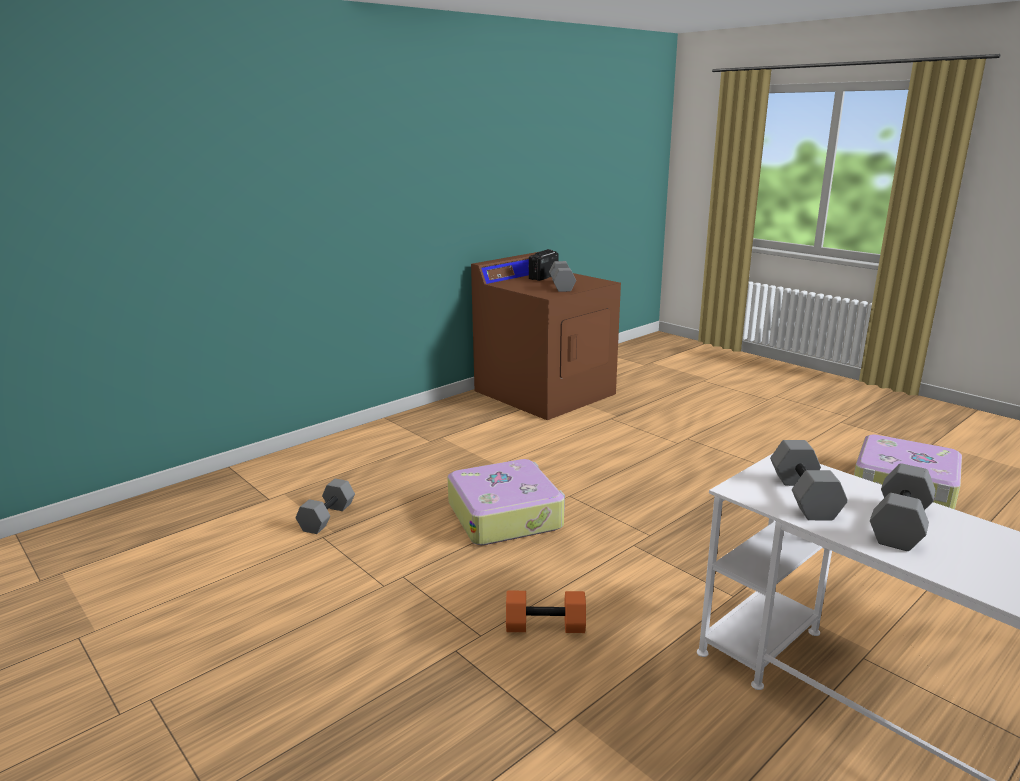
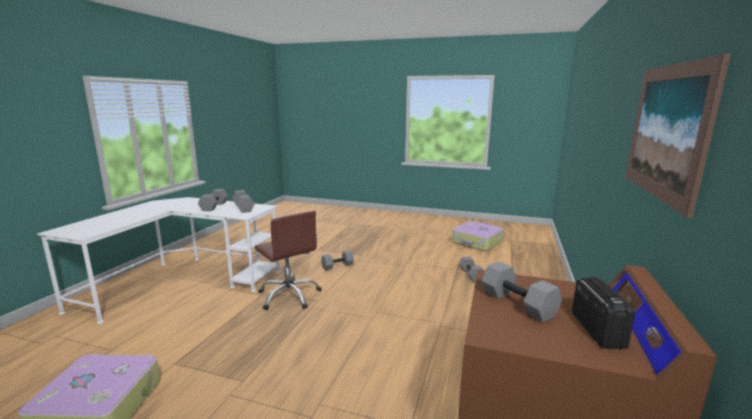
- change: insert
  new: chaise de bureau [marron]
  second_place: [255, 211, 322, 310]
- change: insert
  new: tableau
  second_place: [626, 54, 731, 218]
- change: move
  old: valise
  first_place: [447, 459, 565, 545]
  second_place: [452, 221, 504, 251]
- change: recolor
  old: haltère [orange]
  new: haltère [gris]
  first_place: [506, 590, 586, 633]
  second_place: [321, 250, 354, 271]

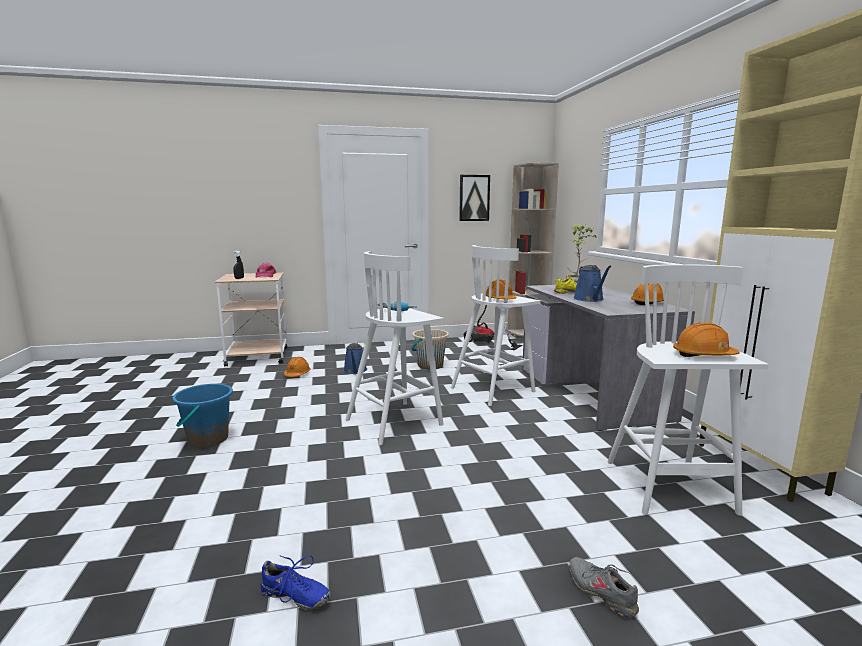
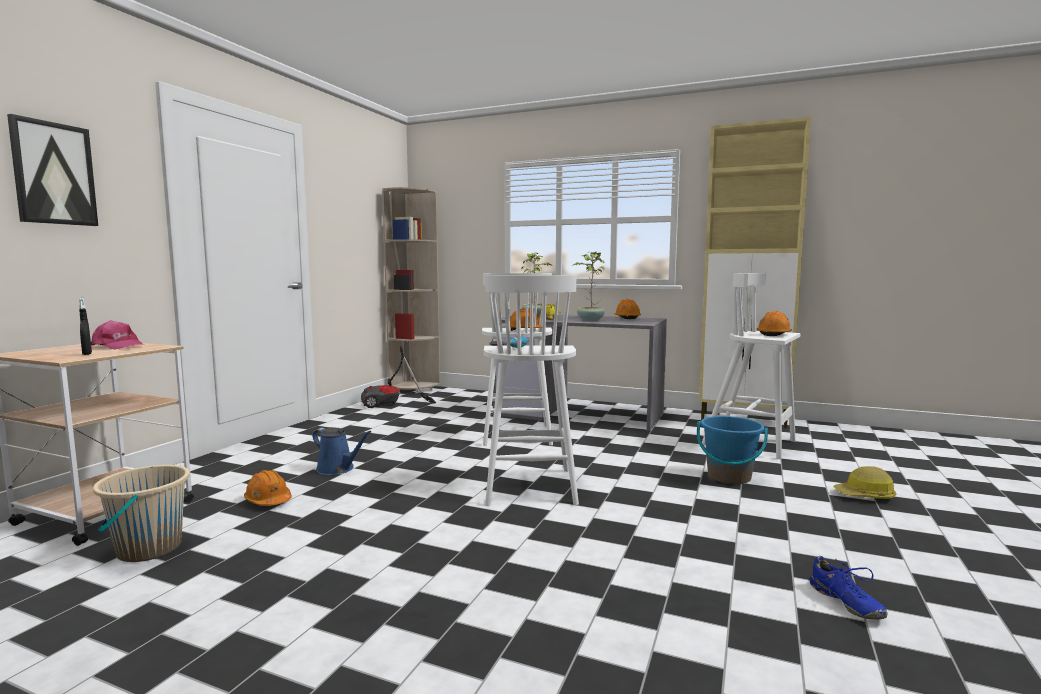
- change: move
  old: seau [bleu]
  first_place: [172, 384, 233, 448]
  second_place: [697, 416, 768, 484]
- change: move
  old: seau [beige]
  first_place: [411, 329, 449, 369]
  second_place: [93, 465, 190, 562]
- change: move
  old: tableau
  first_place: [459, 175, 490, 221]
  second_place: [7, 114, 98, 226]
- change: replace
  old: chaussure [gris]
  new: casque de chantier
  first_place: [569, 557, 639, 618]
  second_place: [833, 466, 896, 499]
- change: replace
  old: arrosoir [bleu]
  new: plante en pot
  first_place: [573, 265, 611, 302]
  second_place: [573, 252, 605, 321]
- change: rotate
  old: chaussure [bleu]
  first_place: [261, 555, 330, 610]
  second_place: [810, 556, 888, 620]
  degrees: 105

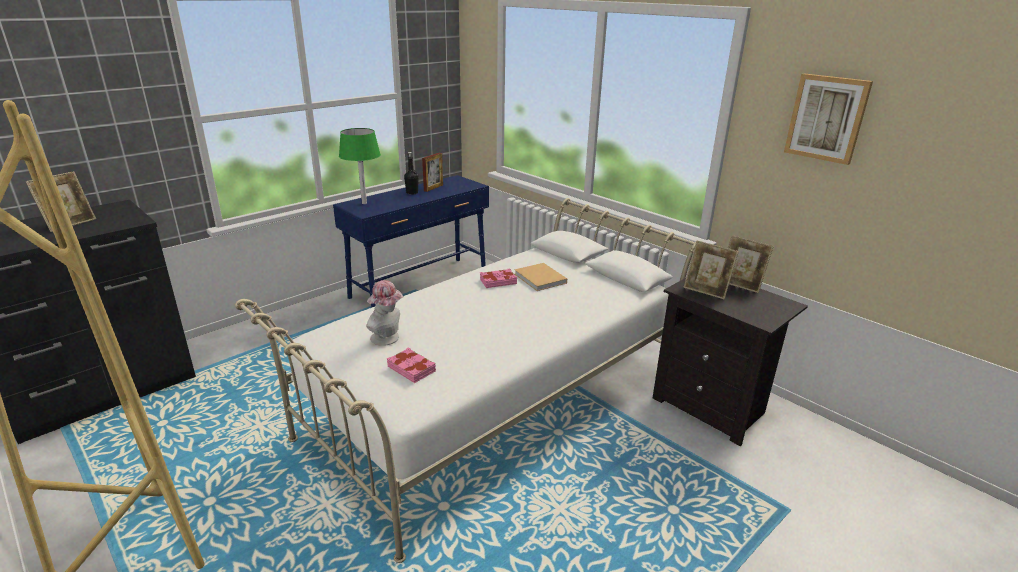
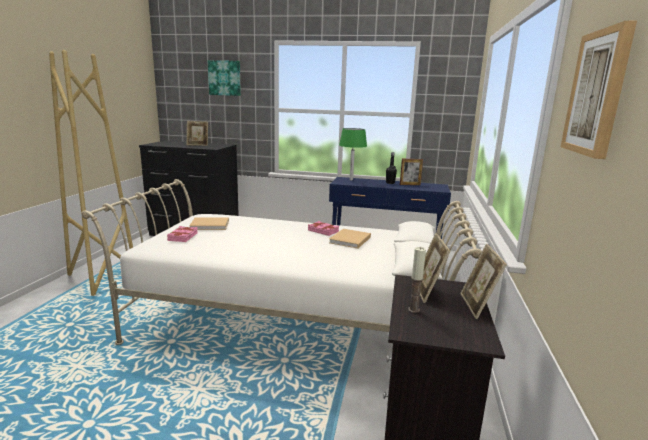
- change: insert
  new: tableau
  second_place: [208, 60, 241, 96]
- change: insert
  new: bougie
  second_place: [408, 247, 426, 313]
- change: replace
  old: chapeau
  new: livre [beige]
  first_place: [366, 280, 403, 346]
  second_place: [189, 217, 229, 230]

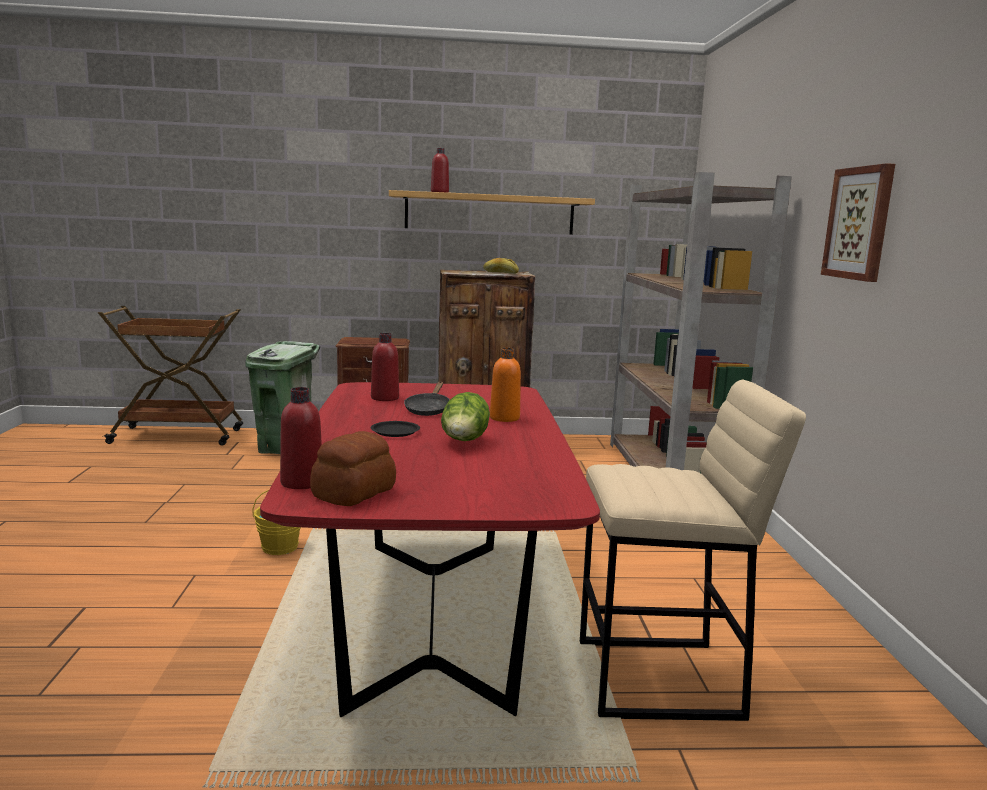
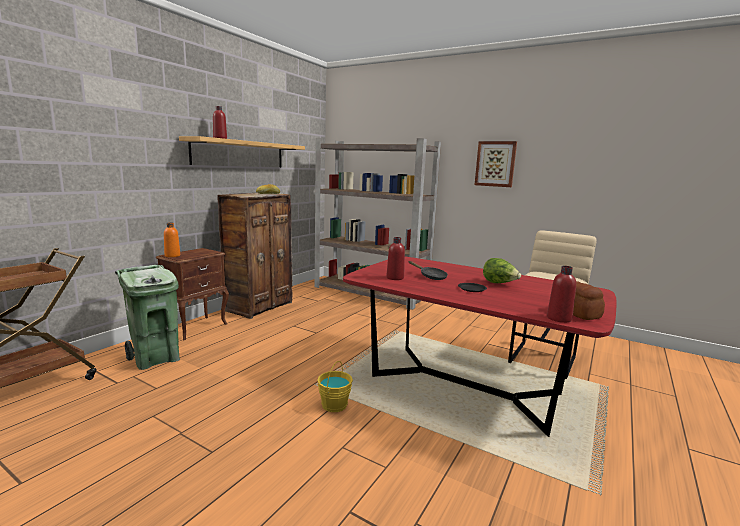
- change: move
  old: bouteille [orange]
  first_place: [490, 348, 521, 422]
  second_place: [164, 223, 180, 257]

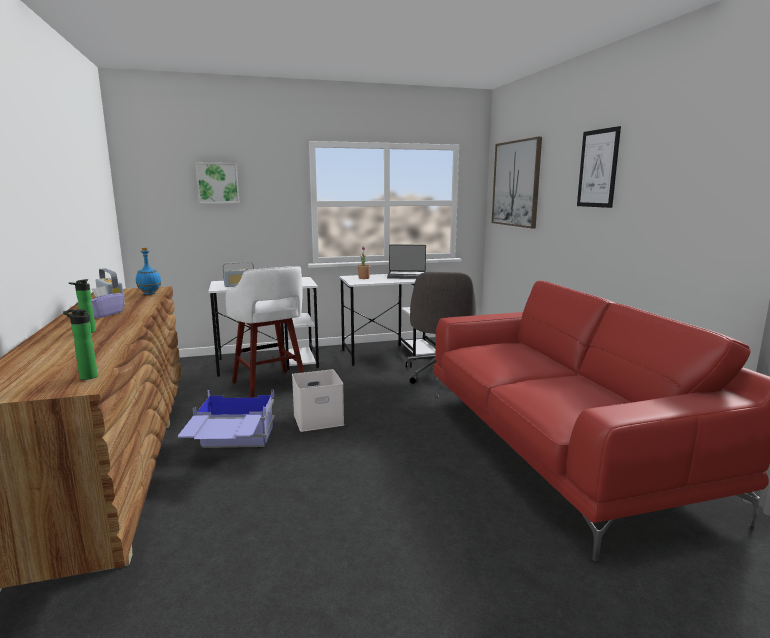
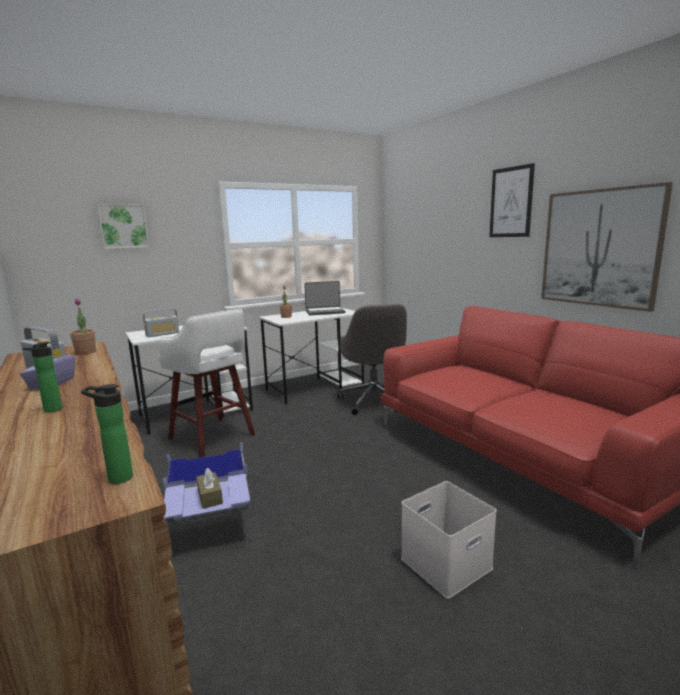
- change: insert
  new: boîte à mouchoirs [marron]
  second_place: [196, 468, 223, 509]
- change: move
  old: boîte de rangement [blanc]
  first_place: [292, 369, 344, 432]
  second_place: [401, 481, 497, 599]
- change: move
  old: tableau
  first_place: [492, 137, 542, 228]
  second_place: [541, 182, 673, 312]
- change: replace
  old: bouteille [bleu]
  new: plante en pot
  first_place: [136, 247, 161, 295]
  second_place: [70, 299, 96, 355]

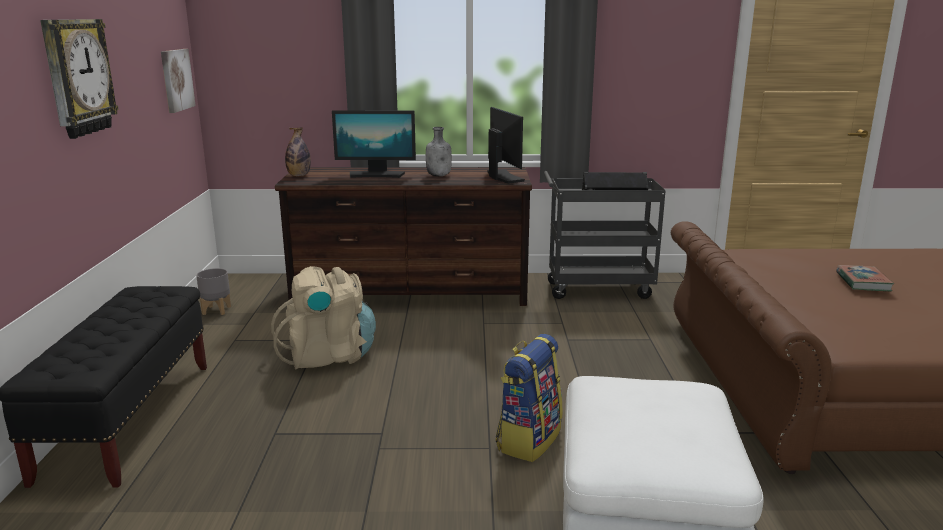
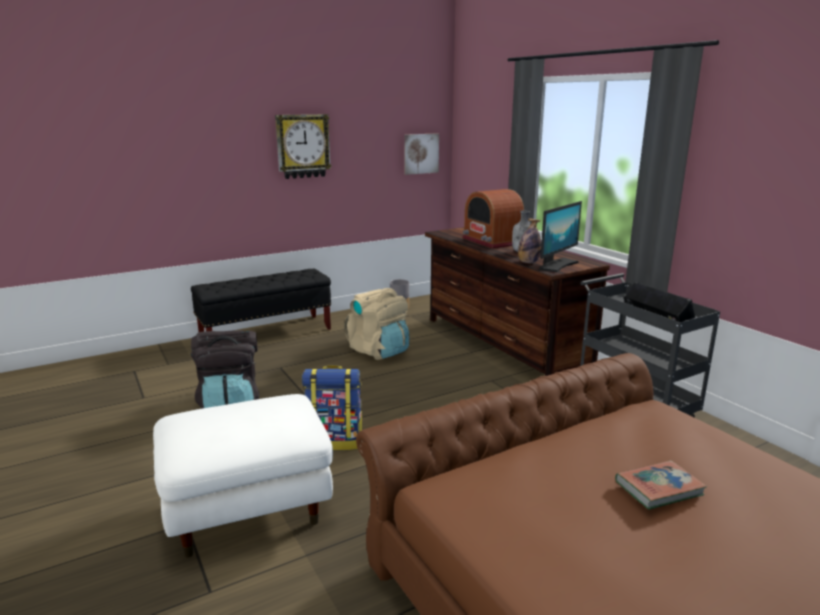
- change: insert
  new: sac à dos [noir]
  second_place: [191, 330, 259, 409]
- change: move
  old: bouteille
  first_place: [285, 127, 311, 176]
  second_place: [518, 219, 541, 263]
- change: replace
  old: écran d'ordinateur
  new: radio
  first_place: [332, 110, 416, 178]
  second_place: [462, 189, 524, 249]

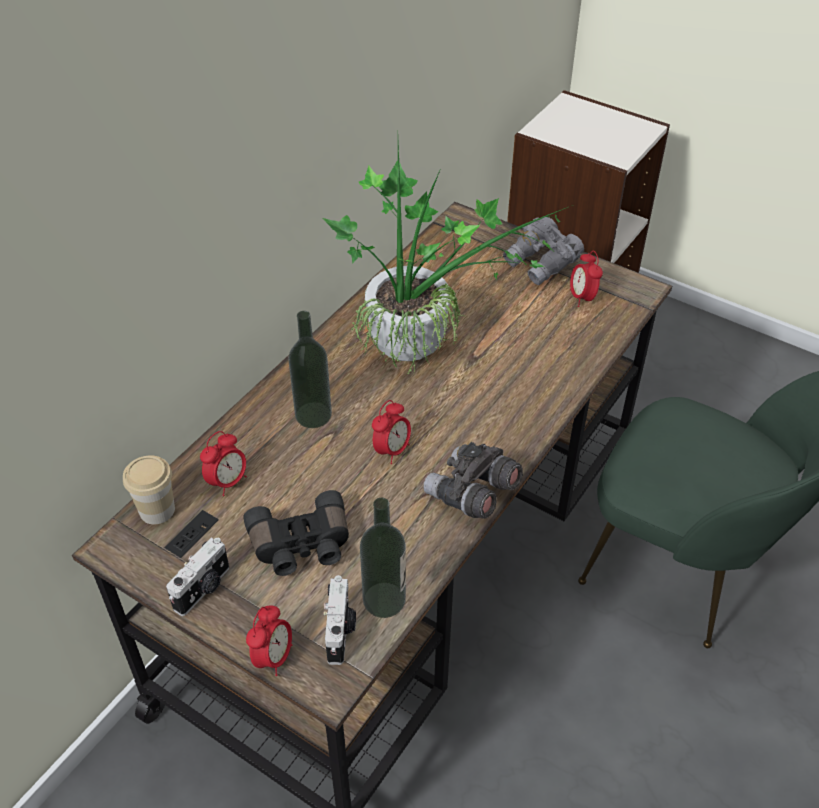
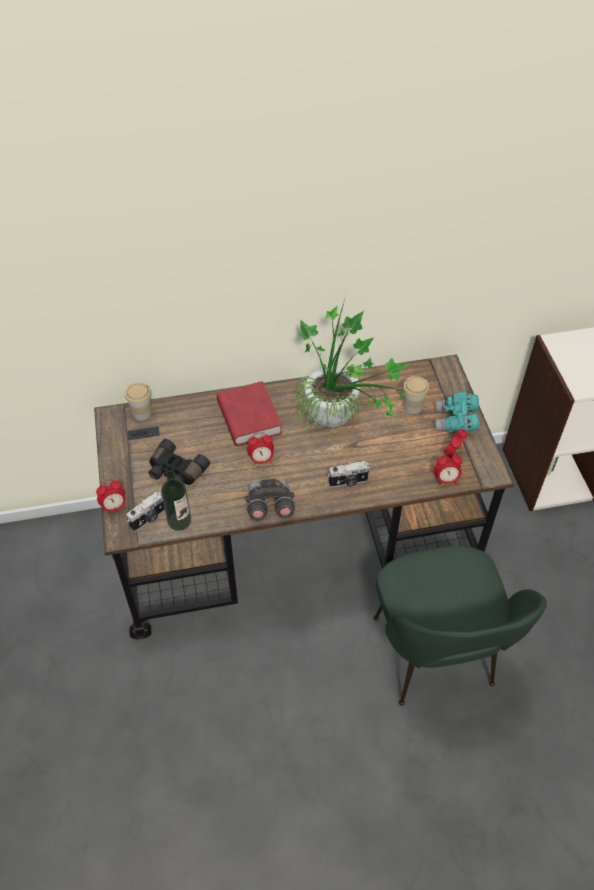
- change: insert
  new: tasse
  second_place: [403, 376, 429, 414]
- change: move
  old: appareil photo
  first_place: [166, 538, 229, 616]
  second_place: [328, 461, 370, 487]
- change: move
  old: réveil
  first_place: [200, 431, 247, 496]
  second_place: [434, 452, 462, 486]
- change: replace
  old: bouteille
  new: livre [rouge]
  first_place: [288, 311, 332, 428]
  second_place: [217, 381, 282, 446]
- change: recolor
  old: jumelles [gris]
  new: jumelles [turquoise]
  first_place: [503, 217, 584, 285]
  second_place: [436, 392, 480, 432]

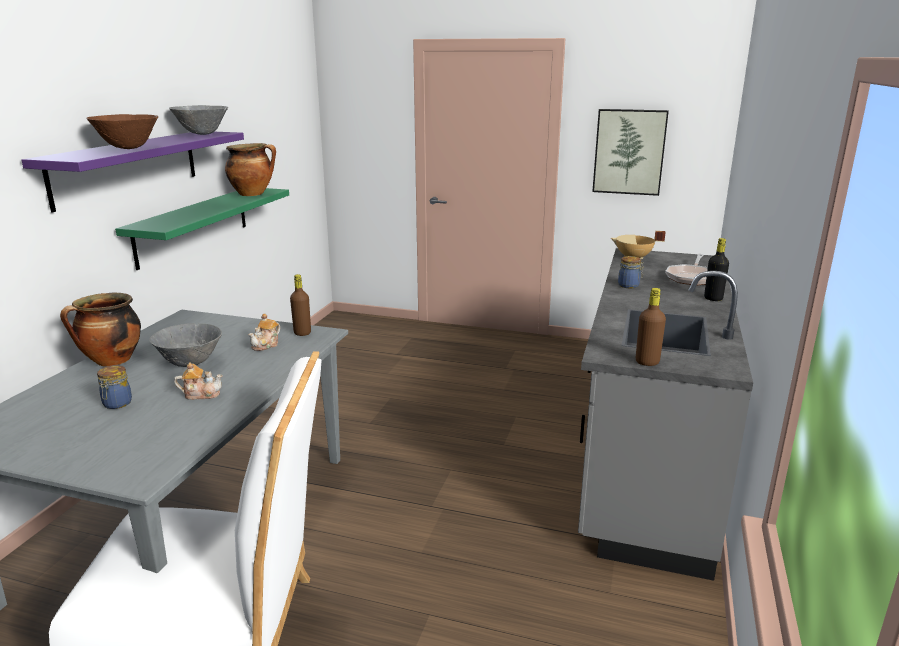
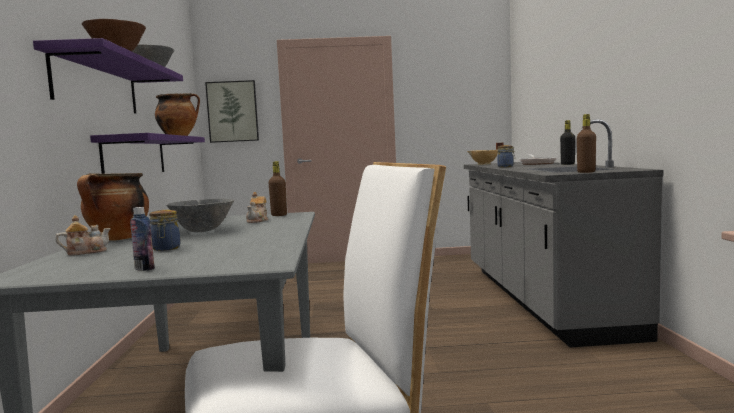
- change: insert
  new: bouteille
  second_place: [130, 207, 155, 271]
- change: move
  old: théière
  first_place: [174, 362, 223, 400]
  second_place: [55, 215, 111, 256]
- change: move
  old: tableau
  first_place: [592, 109, 669, 196]
  second_place: [205, 80, 259, 143]
- change: recolor
  old: étagère [vert]
  new: étagère [violet]
  first_place: [115, 188, 289, 270]
  second_place: [90, 133, 205, 174]

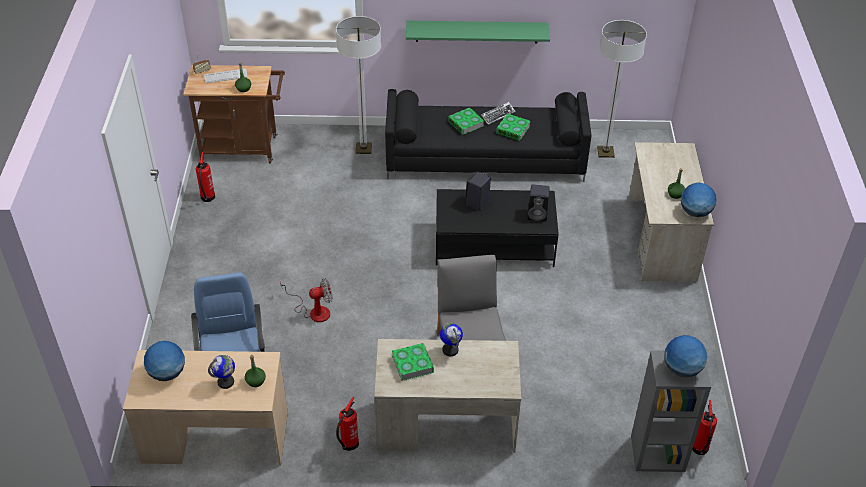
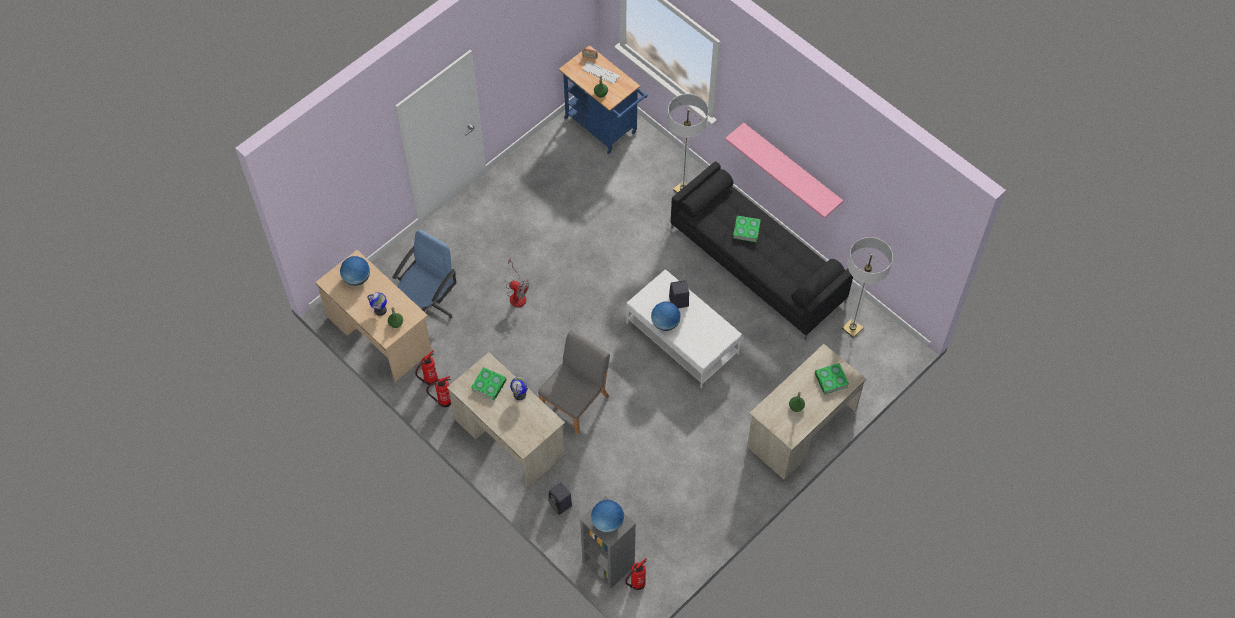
- change: delete
  old: clavier
  first_place: [481, 102, 515, 125]
- change: move
  old: extincteur
  first_place: [196, 152, 215, 202]
  second_place: [415, 350, 438, 385]
- change: move
  old: livre
  first_place: [496, 114, 530, 141]
  second_place: [815, 363, 849, 395]
- change: move
  old: enceinte [noir]
  first_place: [527, 184, 550, 222]
  second_place: [548, 482, 572, 515]
- change: move
  old: globe
  first_place: [681, 183, 716, 217]
  second_place: [651, 302, 680, 331]
- change: recolor
  old: chariot [marron]
  new: chariot [bleu]
  first_place: [184, 65, 285, 163]
  second_place: [559, 46, 647, 154]
- change: recolor
  old: étagère [vert]
  new: étagère [rose]
  first_place: [406, 21, 550, 44]
  second_place: [725, 123, 843, 218]
- change: recolor
  old: table basse [noir]
  new: table basse [blanc]
  first_place: [436, 189, 559, 267]
  second_place: [627, 269, 742, 388]

